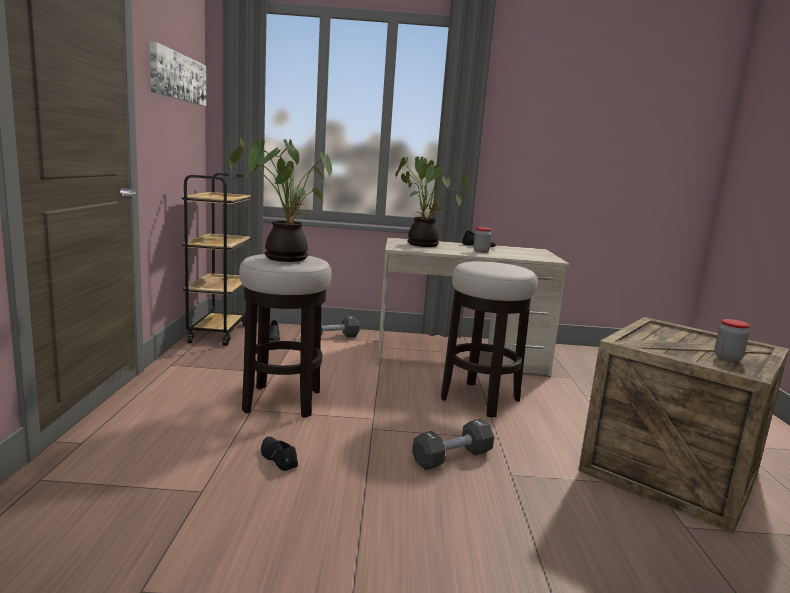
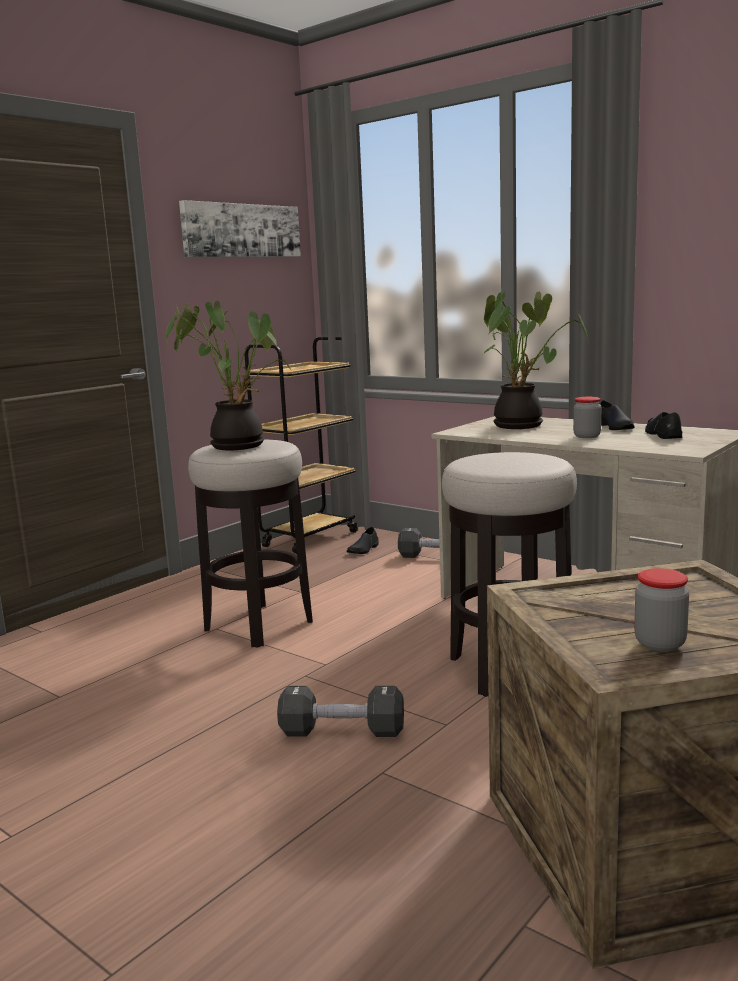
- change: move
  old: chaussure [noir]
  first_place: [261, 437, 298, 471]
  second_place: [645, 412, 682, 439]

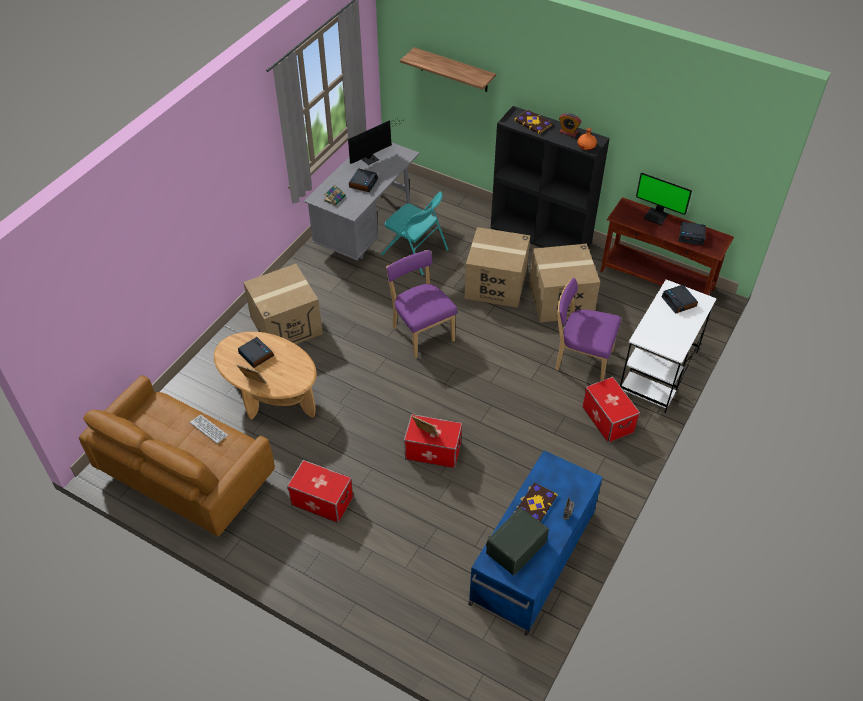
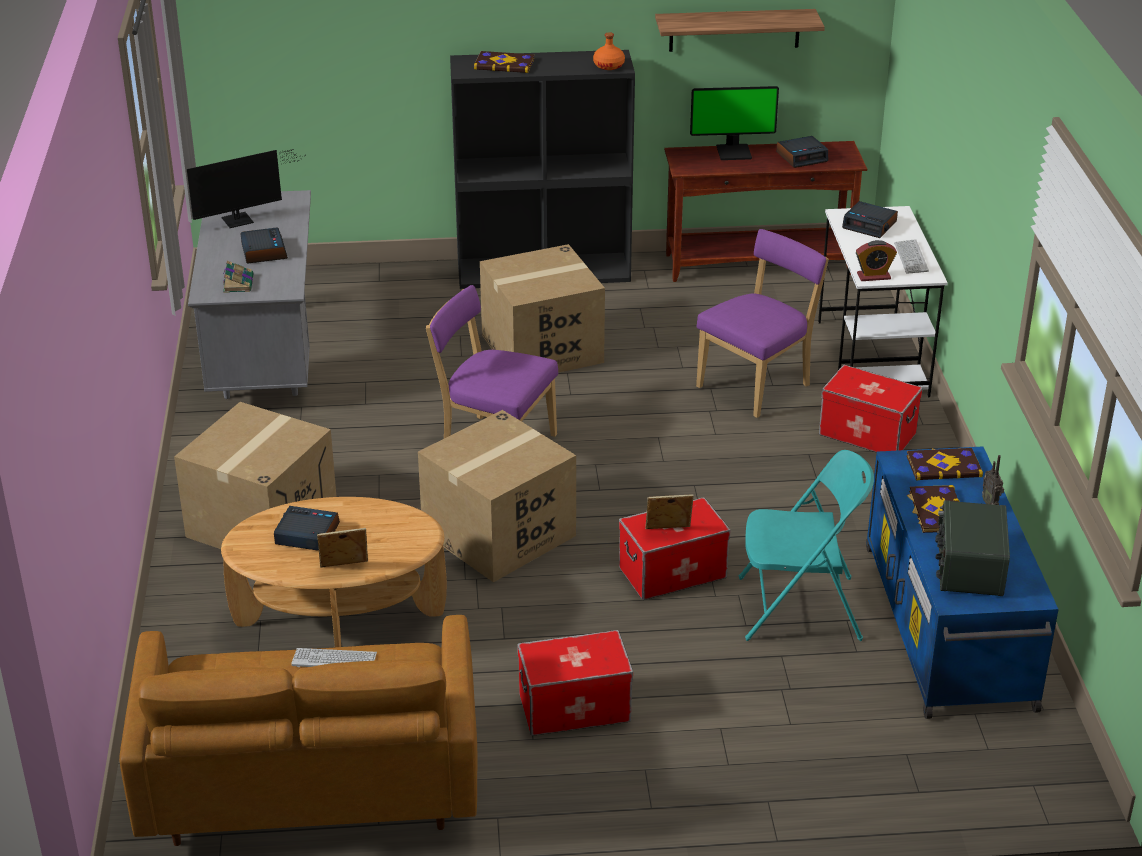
- change: insert
  new: clavier
  second_place: [894, 239, 929, 274]
- change: insert
  new: livre
  second_place: [906, 448, 983, 480]
- change: move
  old: chaise [turquoise]
  first_place: [381, 191, 449, 275]
  second_place: [739, 450, 874, 641]
- change: move
  old: étagère
  first_place: [400, 47, 496, 92]
  second_place: [655, 9, 825, 52]
- change: move
  old: carton
  first_place: [529, 244, 600, 322]
  second_place: [418, 410, 576, 582]
- change: move
  old: réveil
  first_place: [559, 113, 581, 137]
  second_place: [856, 240, 897, 281]
- change: rotate
  old: écran d'ordinateur
  first_place: [348, 118, 401, 165]
  second_place: [187, 149, 306, 228]
  degrees: 45
- change: rotate
  old: chaise [violet]
  first_place: [556, 278, 621, 381]
  second_place: [696, 229, 829, 418]
  degrees: 150

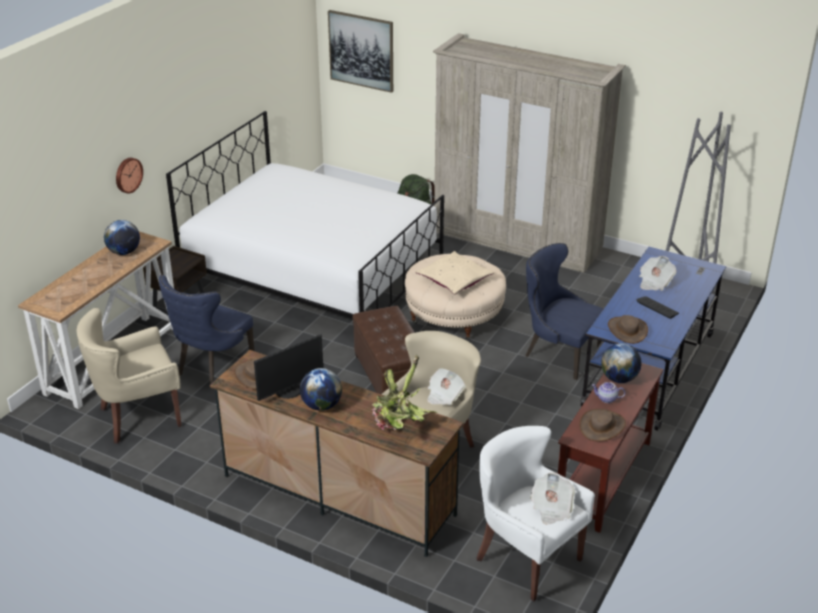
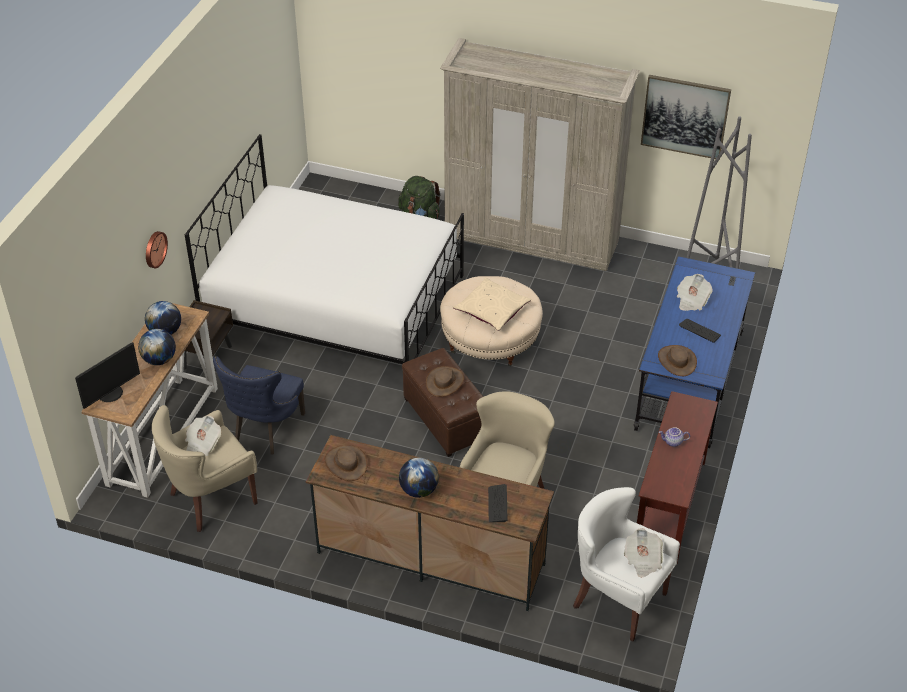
- change: delete
  old: chaise [bleu]
  first_place: [525, 243, 604, 380]
- change: move
  old: écran d'ordinateur
  first_place: [254, 334, 323, 401]
  second_place: [75, 342, 140, 409]
- change: move
  old: tableau
  first_place: [328, 10, 393, 93]
  second_place: [641, 75, 731, 160]
- change: move
  old: journal
  first_place: [427, 369, 466, 406]
  second_place: [185, 415, 221, 456]
- change: move
  old: chapeau [marron]
  first_place: [579, 409, 626, 442]
  second_place: [426, 366, 464, 397]
- change: move
  old: globe
  first_place: [601, 343, 642, 383]
  second_place: [138, 329, 176, 365]
- change: replace
  old: plante en pot
  new: clavier
  first_place: [372, 355, 437, 430]
  second_place: [488, 484, 508, 522]

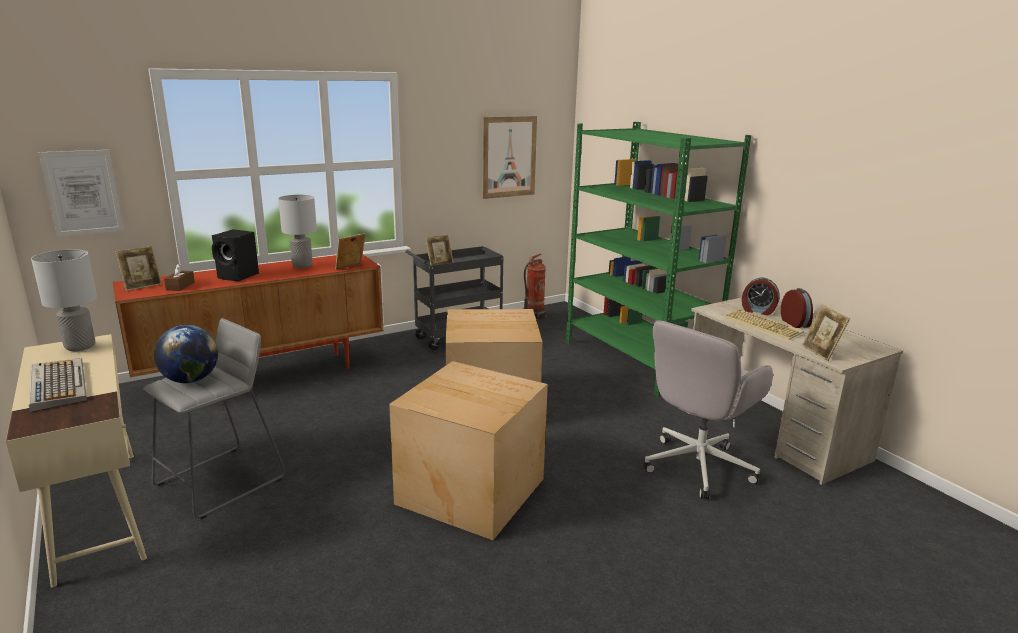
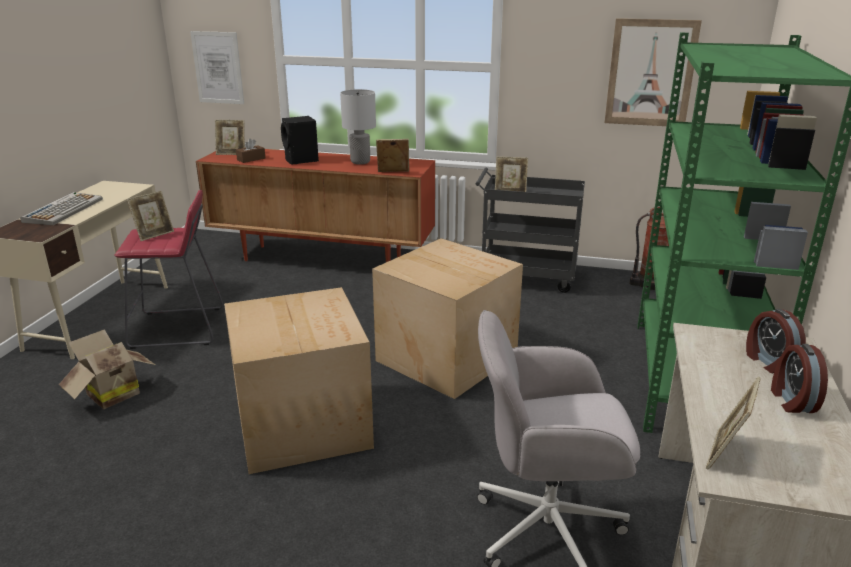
- change: delete
  old: lampe de table [gris]
  first_place: [31, 249, 97, 351]
- change: delete
  old: clavier
  first_place: [724, 309, 804, 340]
- change: insert
  new: carton
  second_place: [59, 329, 155, 409]
- change: replace
  old: globe
  new: cadre photo
  first_place: [154, 325, 218, 383]
  second_place: [127, 191, 174, 241]
- change: recolor
  old: tabouret [gris]
  new: tabouret [rouge]
  first_place: [143, 318, 285, 519]
  second_place: [114, 190, 223, 349]
- change: rotate
  old: réveil
  first_place: [781, 288, 813, 328]
  second_place: [771, 344, 828, 413]
  degrees: 150

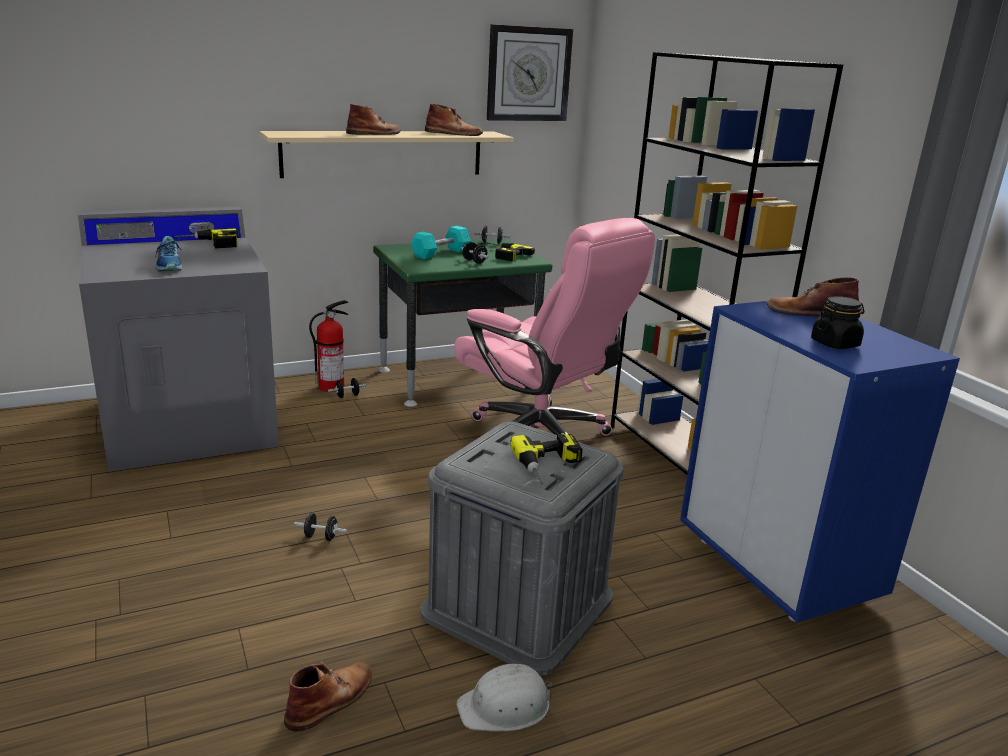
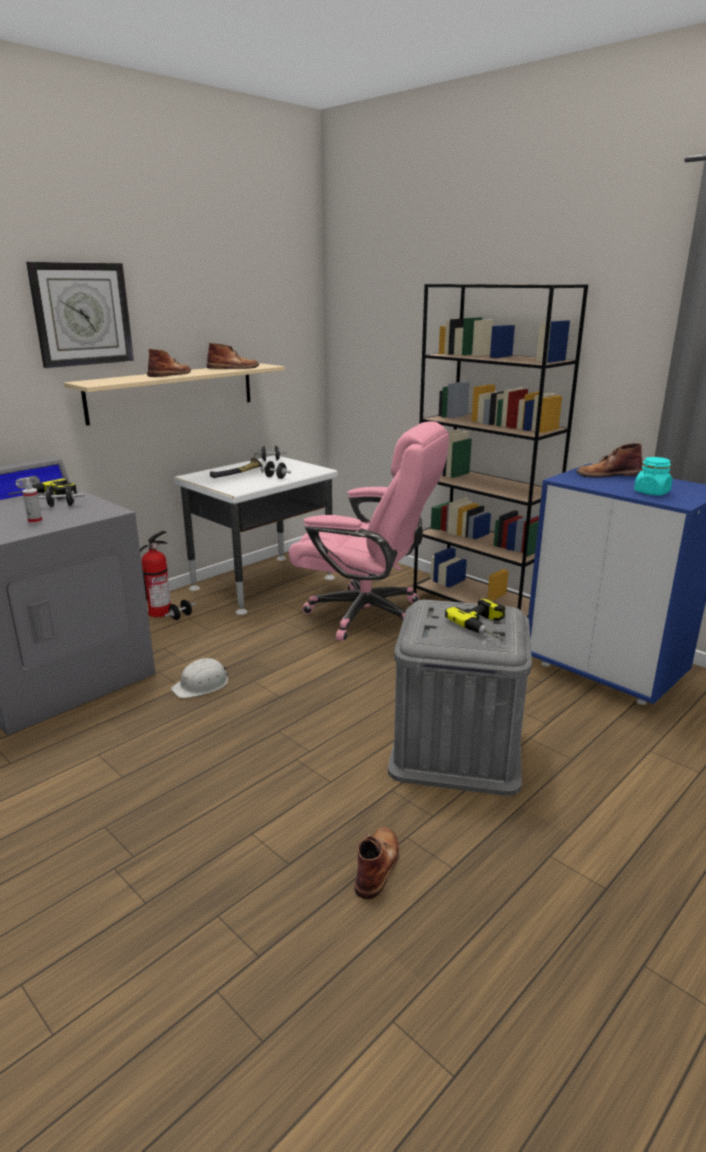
- change: delete
  old: perceuse
  first_place: [487, 242, 535, 261]
- change: move
  old: haltère [noir]
  first_place: [294, 513, 347, 541]
  second_place: [38, 485, 84, 507]
- change: move
  old: casque de chantier [blanc]
  first_place: [456, 664, 552, 732]
  second_place: [171, 658, 228, 698]
- change: move
  old: horloge murale
  first_place: [487, 24, 573, 121]
  second_place: [26, 262, 134, 368]
- change: replace
  old: chaussure
  new: vaporisateur
  first_place: [155, 236, 182, 271]
  second_place: [22, 478, 43, 524]
- change: replace
  old: haltère [turquoise]
  new: marteau
  first_place: [411, 226, 471, 260]
  second_place: [210, 457, 263, 478]
- change: recolor
  old: bureau [vert]
  new: bureau [blanc]
  first_place: [373, 238, 552, 407]
  second_place: [173, 455, 338, 615]
- change: recolor
  old: bocal [noir]
  new: bocal [turquoise]
  first_place: [811, 296, 864, 349]
  second_place: [634, 457, 672, 495]

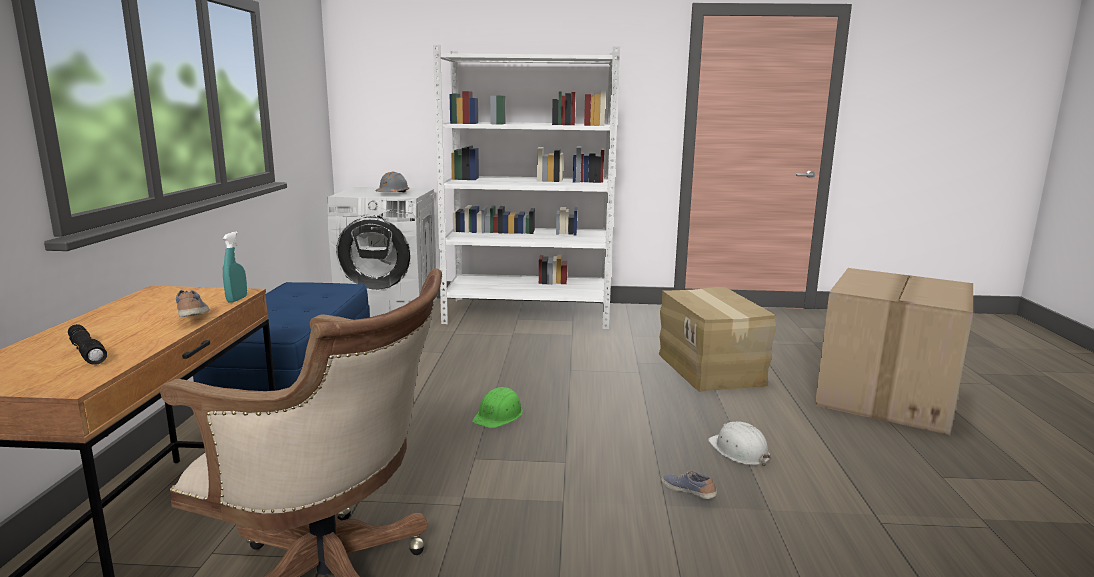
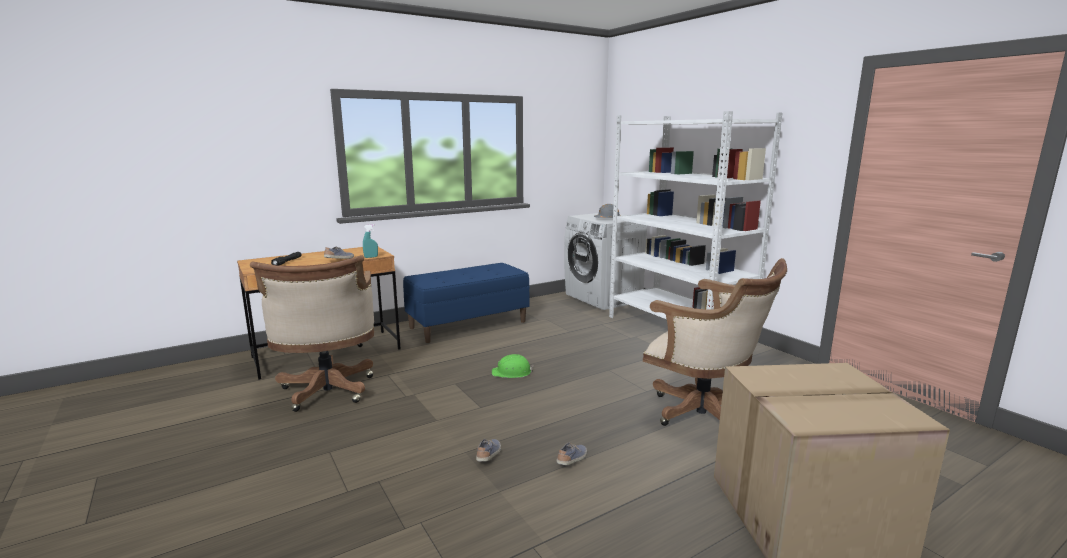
- change: replace
  old: carton
  new: chaise de bureau
  first_place: [659, 287, 776, 392]
  second_place: [643, 258, 787, 426]
- change: replace
  old: casque de chantier [blanc]
  new: chaussure
  first_place: [708, 421, 771, 466]
  second_place: [557, 443, 587, 465]

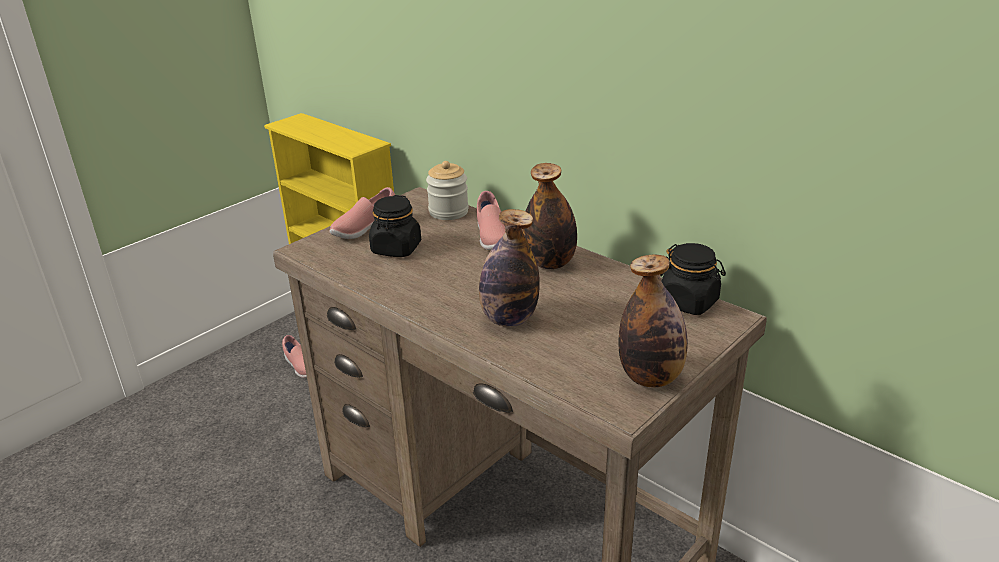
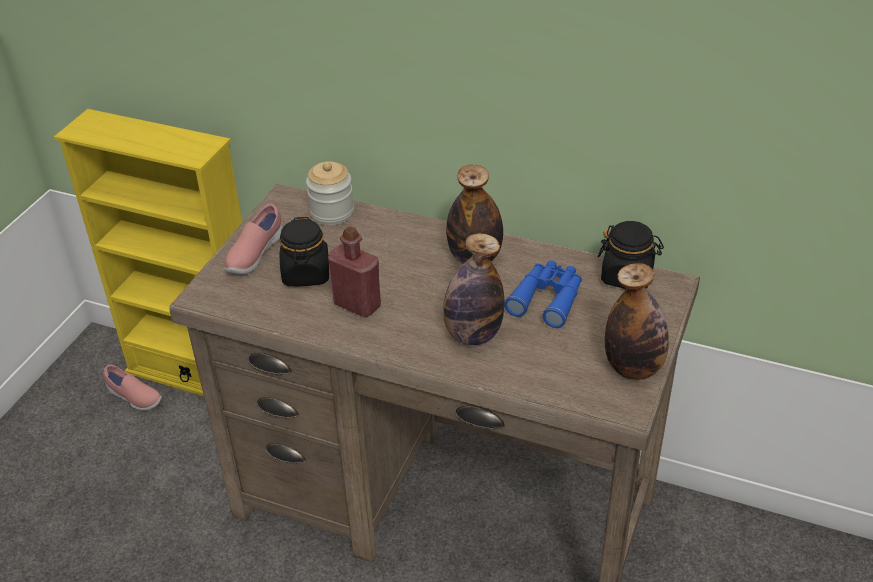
- change: delete
  old: chaussure [rose]
  first_place: [477, 191, 505, 250]
- change: insert
  new: bouteille [rouge]
  second_place: [328, 226, 381, 317]
- change: insert
  new: jumelles [bleu]
  second_place: [504, 260, 582, 328]

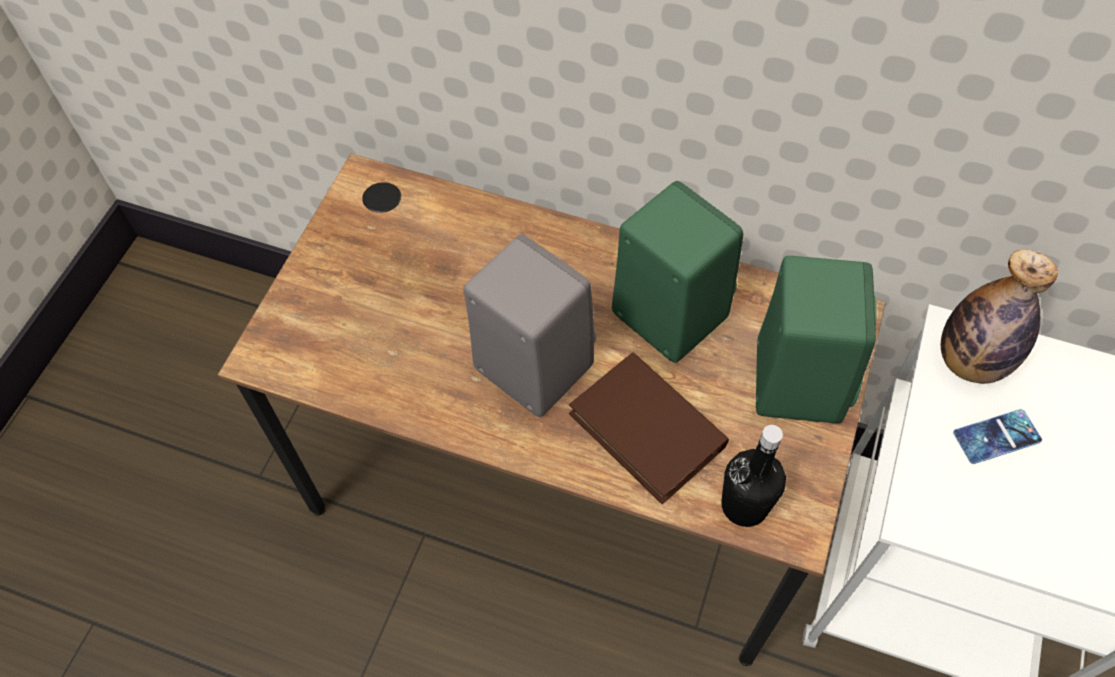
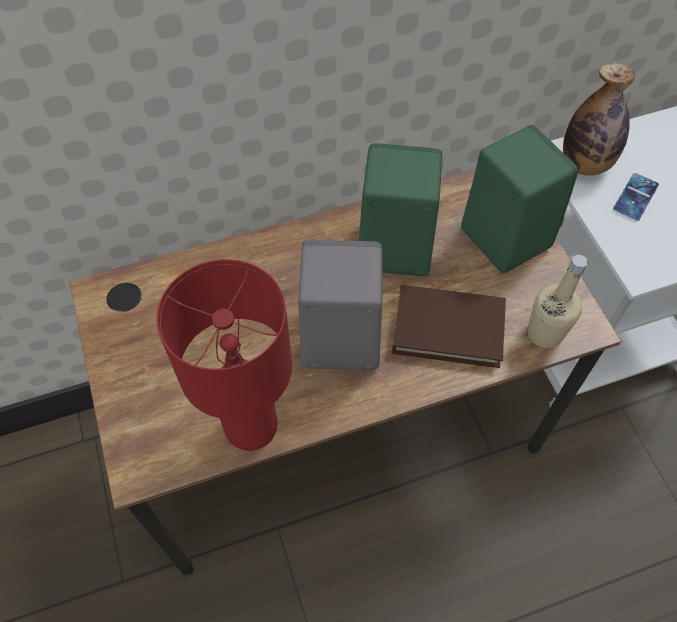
- change: insert
  new: lampe de table [rouge]
  second_place: [156, 259, 292, 451]
- change: recolor
  old: bouteille [noir]
  new: bouteille [beige]
  first_place: [721, 425, 786, 527]
  second_place: [527, 255, 588, 348]

